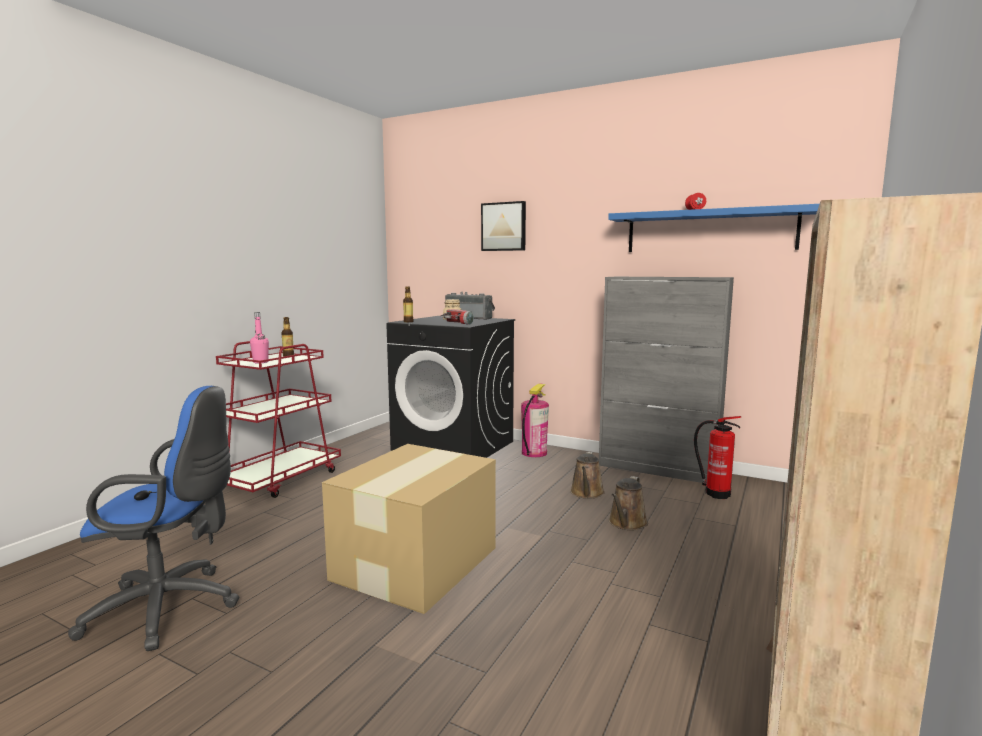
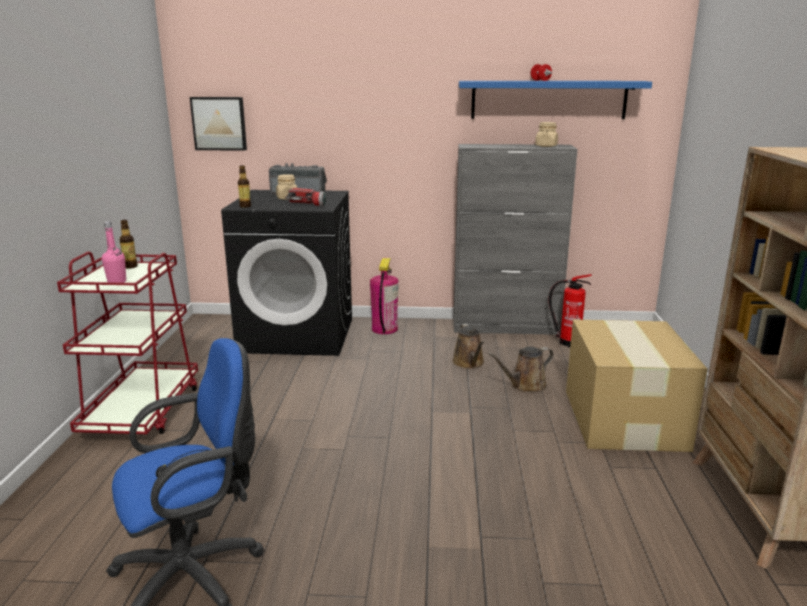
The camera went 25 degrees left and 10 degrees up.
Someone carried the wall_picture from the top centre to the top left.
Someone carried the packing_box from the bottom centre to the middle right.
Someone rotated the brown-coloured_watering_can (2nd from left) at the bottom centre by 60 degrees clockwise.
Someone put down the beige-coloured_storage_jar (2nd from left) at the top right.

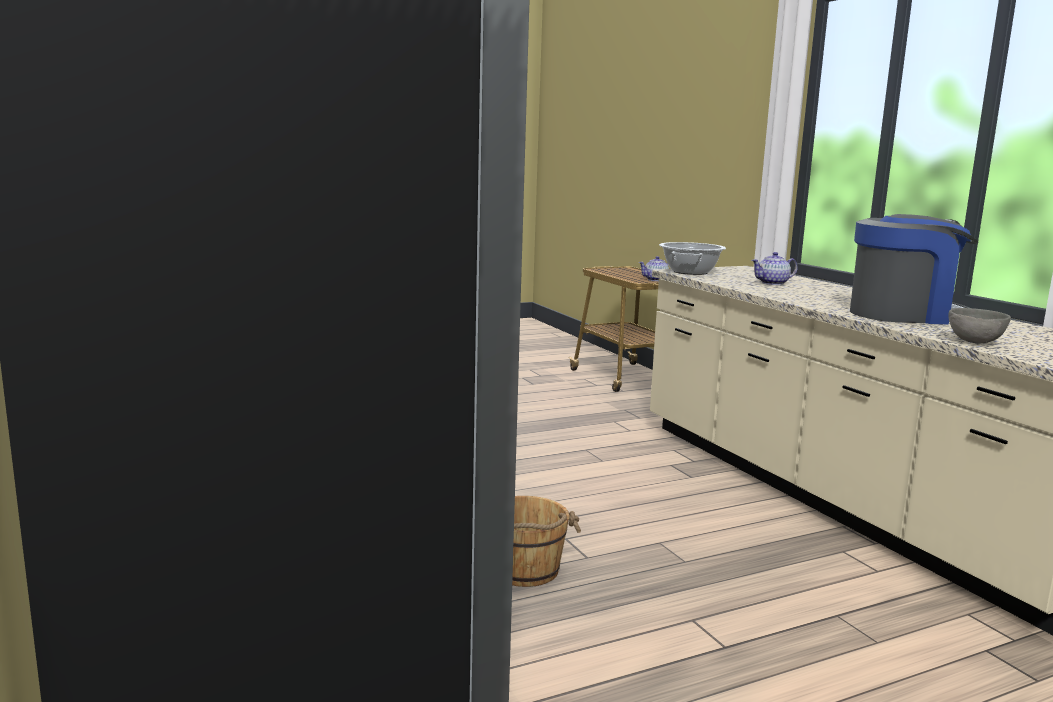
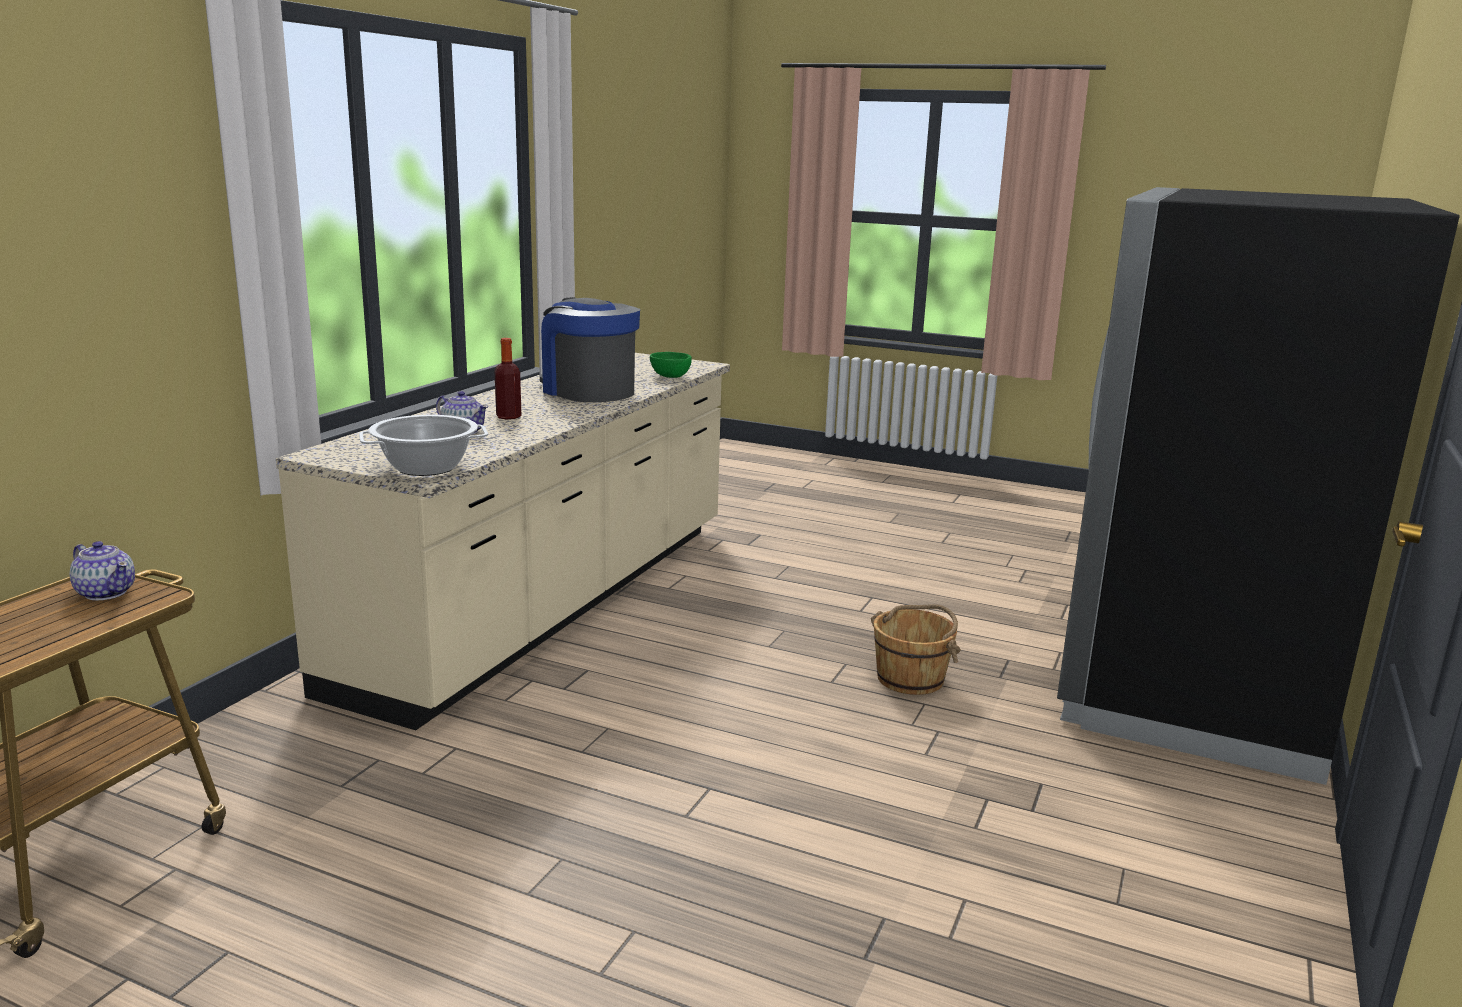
The camera went 130 degrees left and 5 degrees up.
Someone repainted the grey_bowl at the middle right, which became the green_bowl at the centre.
Someone put down the drink_bottle at the centre.

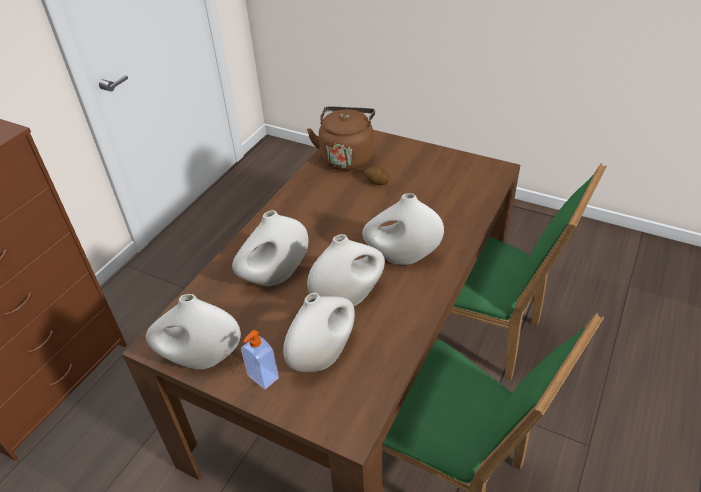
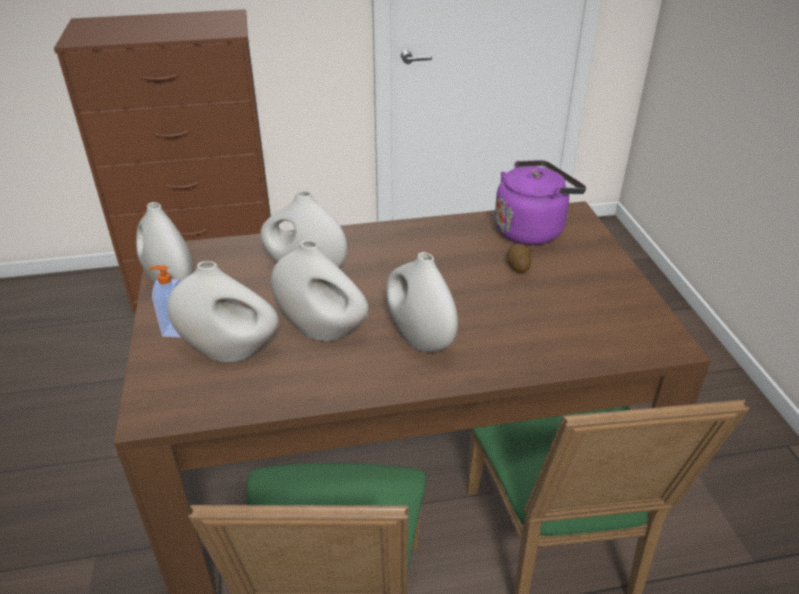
The camera went 50 degrees right and 5 degrees down.
Someone repainted the brown-coloured_kettle at the top centre, which became the purplish_kettle at the middle right.

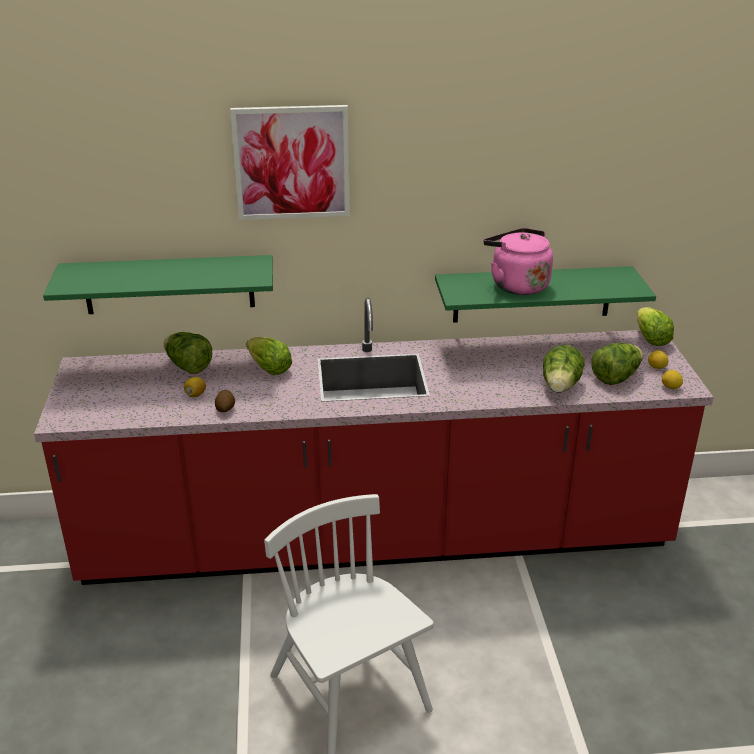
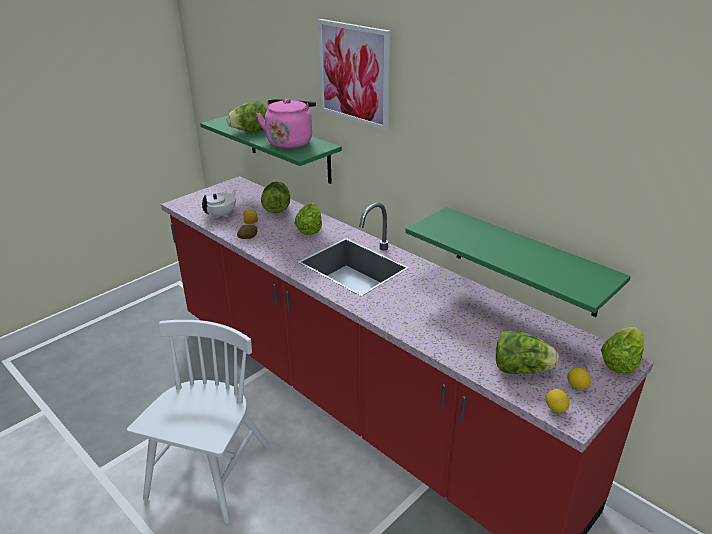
The camera went 50 degrees right and 0 degrees up.
Someone carried the pink-coloured_kettle from the middle right to the top centre.
Someone carried the head_of_lettuce (3rd from left in the first image) from the middle right to the top centre.
Someone put down the white-coloured_teapot at the middle left.

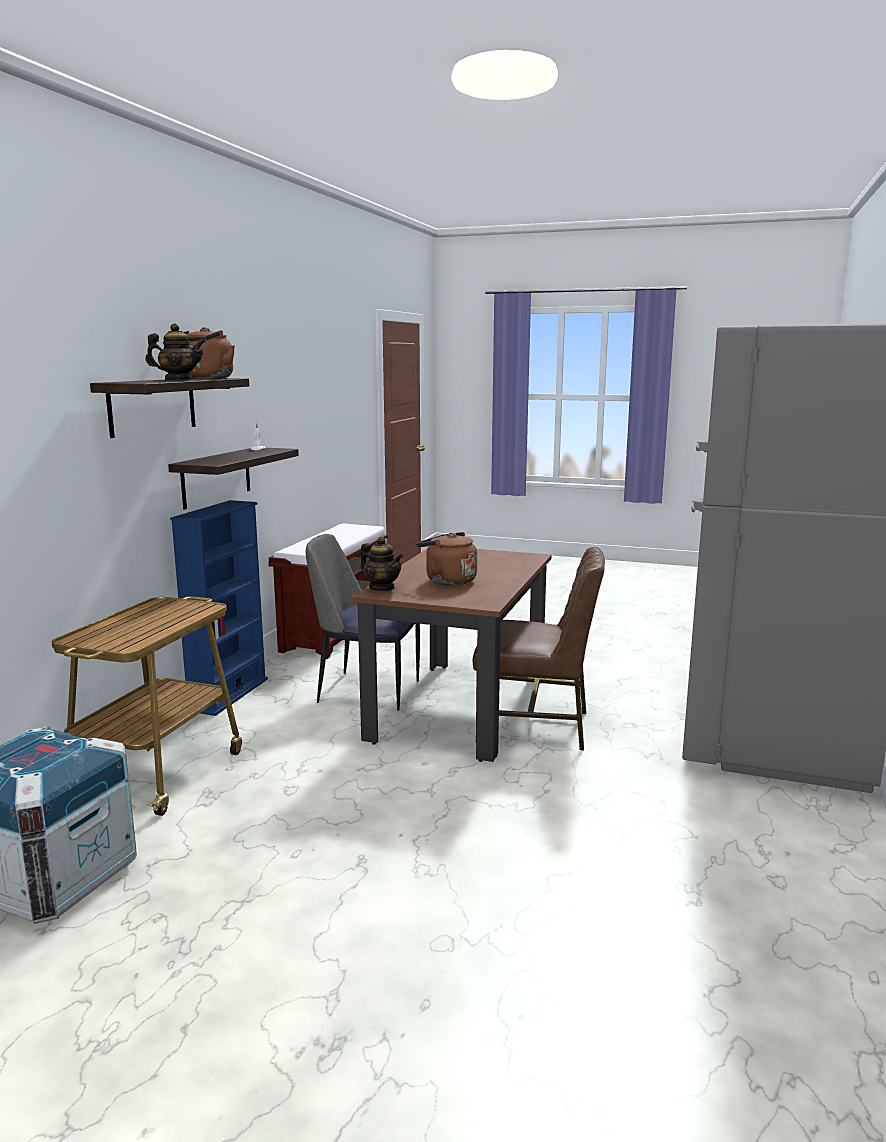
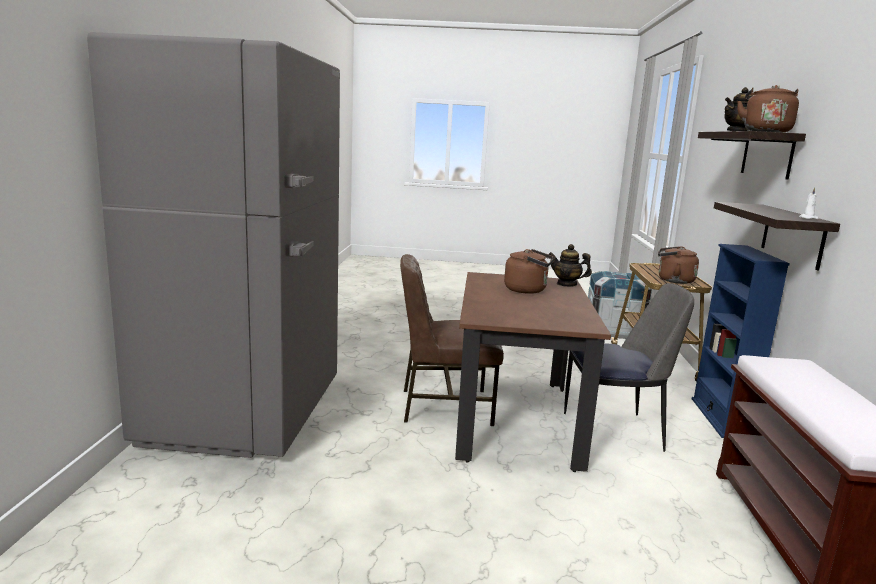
The camera went 165 degrees right and 0 degrees up.
Someone put down the brown-coloured_kettle (2nd from left) at the middle right.

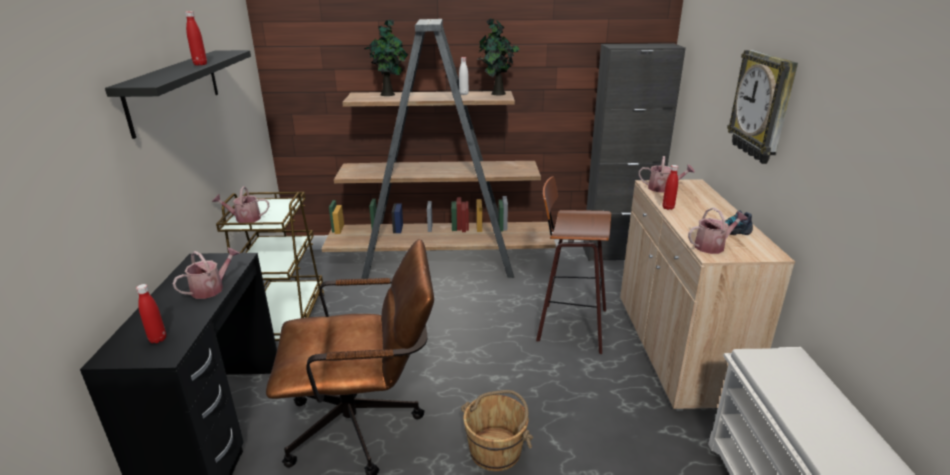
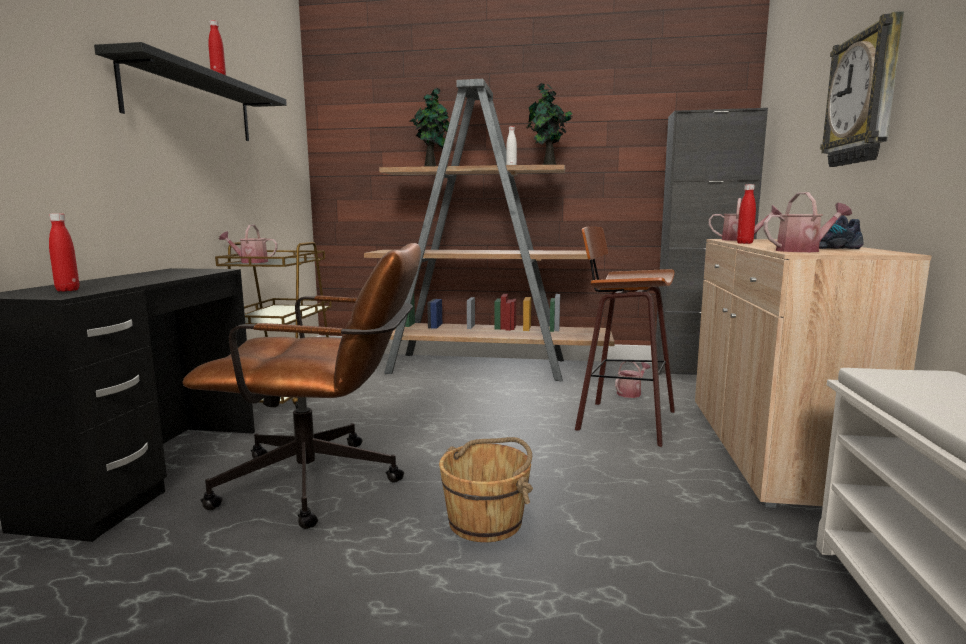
The camera went 10 degrees right and 15 degrees down.
Someone carried the watering_can (1st from left in the first image) from the middle left to the centre.

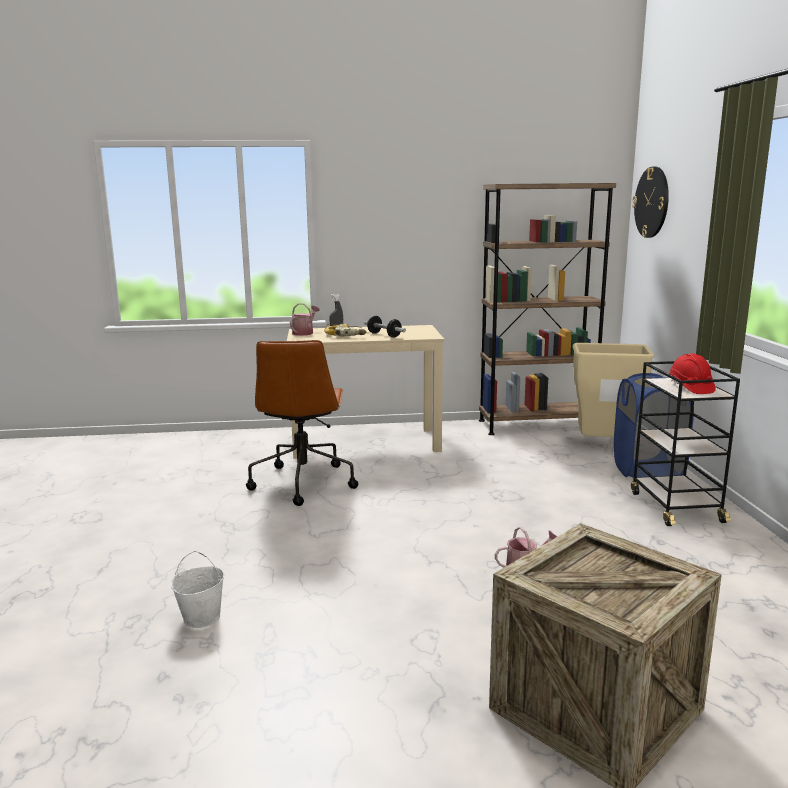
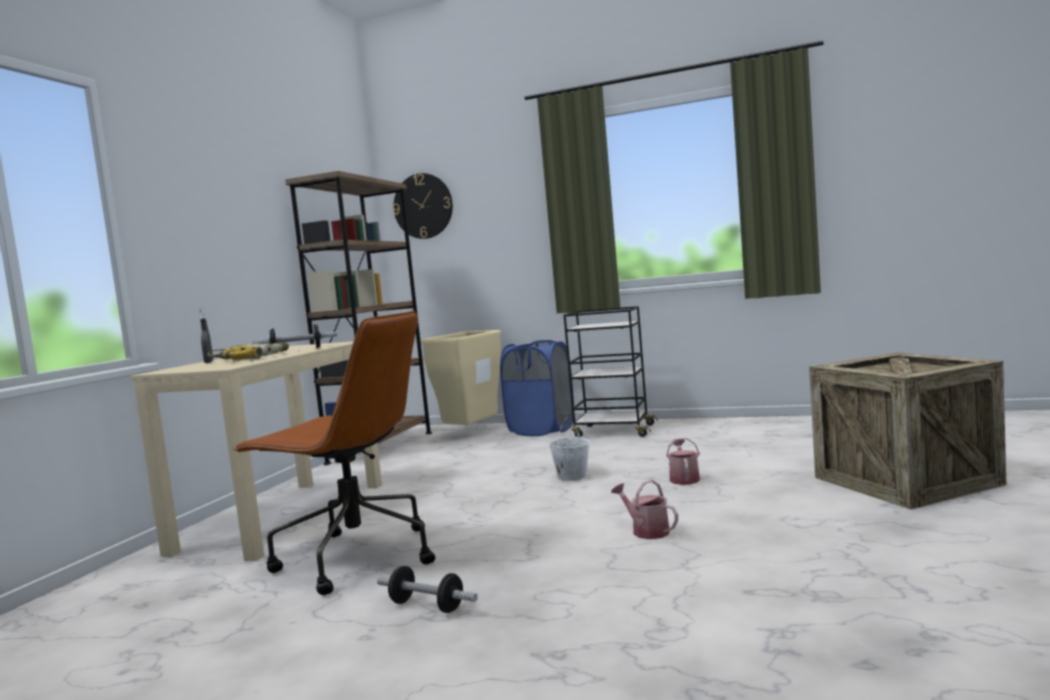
The camera went 65 degrees left and 10 degrees down.
Someone carried the watering_can (1st from left) from the centre to the bottom centre.
Someone took away the red-coloured_safety_helmet at the middle right.
Someone carried the white-coloured_pail from the bottom left to the centre.
Someone put down the dumbbell (2nd from left) at the bottom centre.

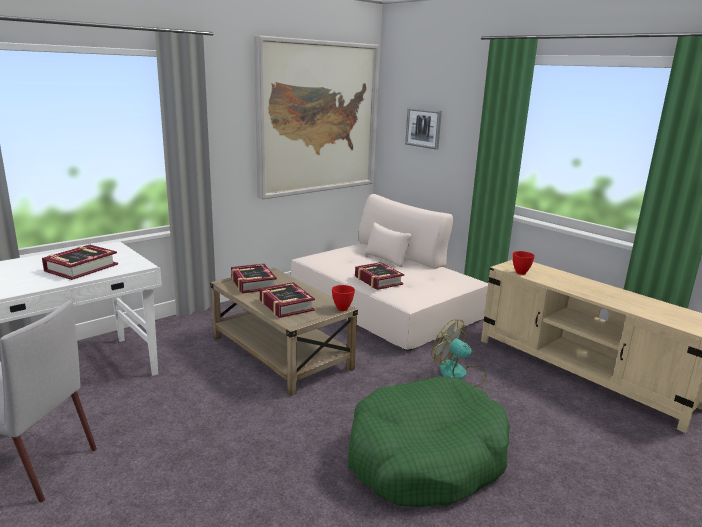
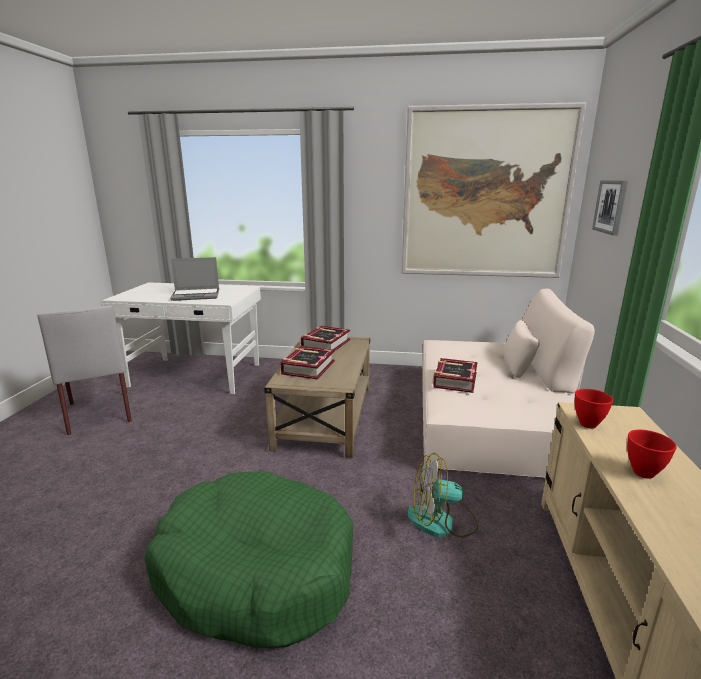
The camera went 50 degrees right and 0 degrees up.
Someone swapped the volume (1st from left) at the middle left for the notebook_computer at the middle left.
Someone carried the red-coloured_bowl (1st from left in the first image) from the centre to the bottom right.
Someone rotated the fan at the bottom centre by 90 degrees counterclockwise.

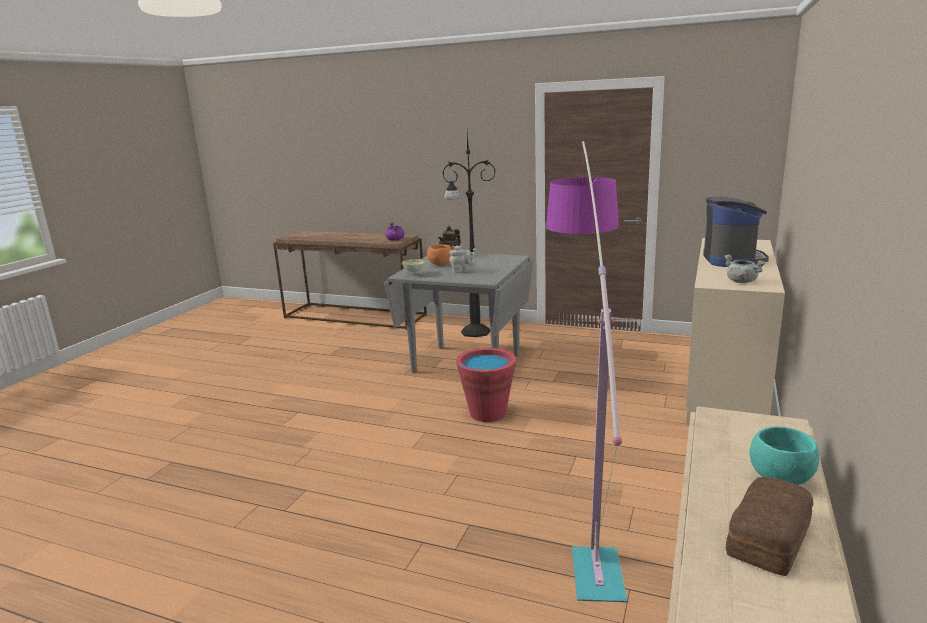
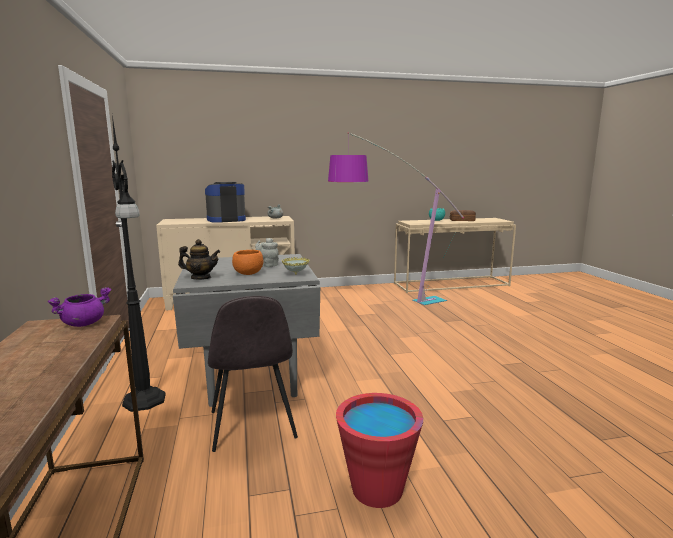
The camera went 125 degrees left and 5 degrees down.
Someone carried the red-coloured_pail from the centre to the bottom centre.
Someone put down the grey_chair at the bottom centre.

